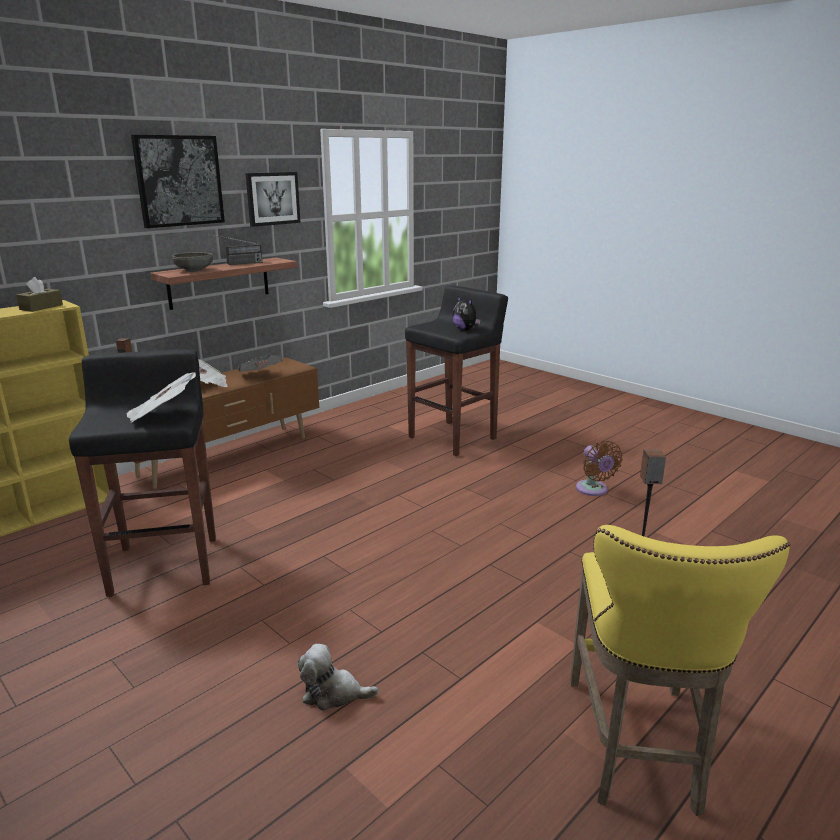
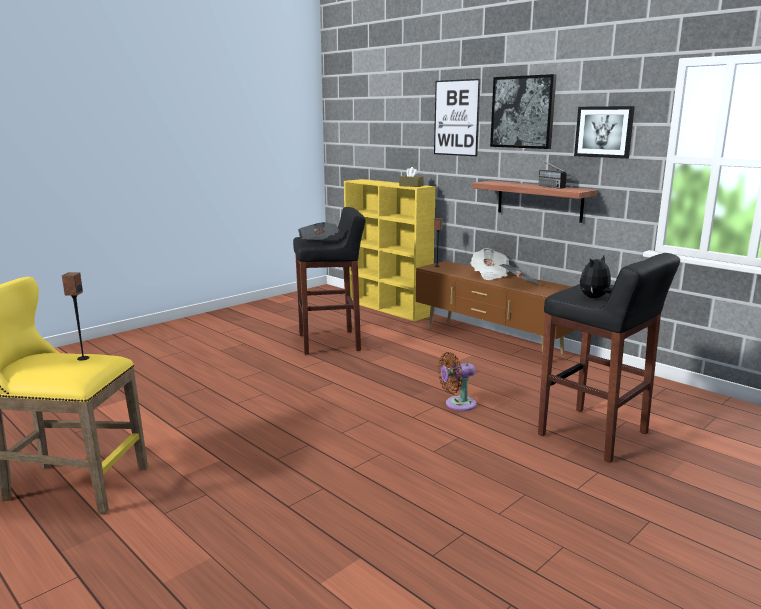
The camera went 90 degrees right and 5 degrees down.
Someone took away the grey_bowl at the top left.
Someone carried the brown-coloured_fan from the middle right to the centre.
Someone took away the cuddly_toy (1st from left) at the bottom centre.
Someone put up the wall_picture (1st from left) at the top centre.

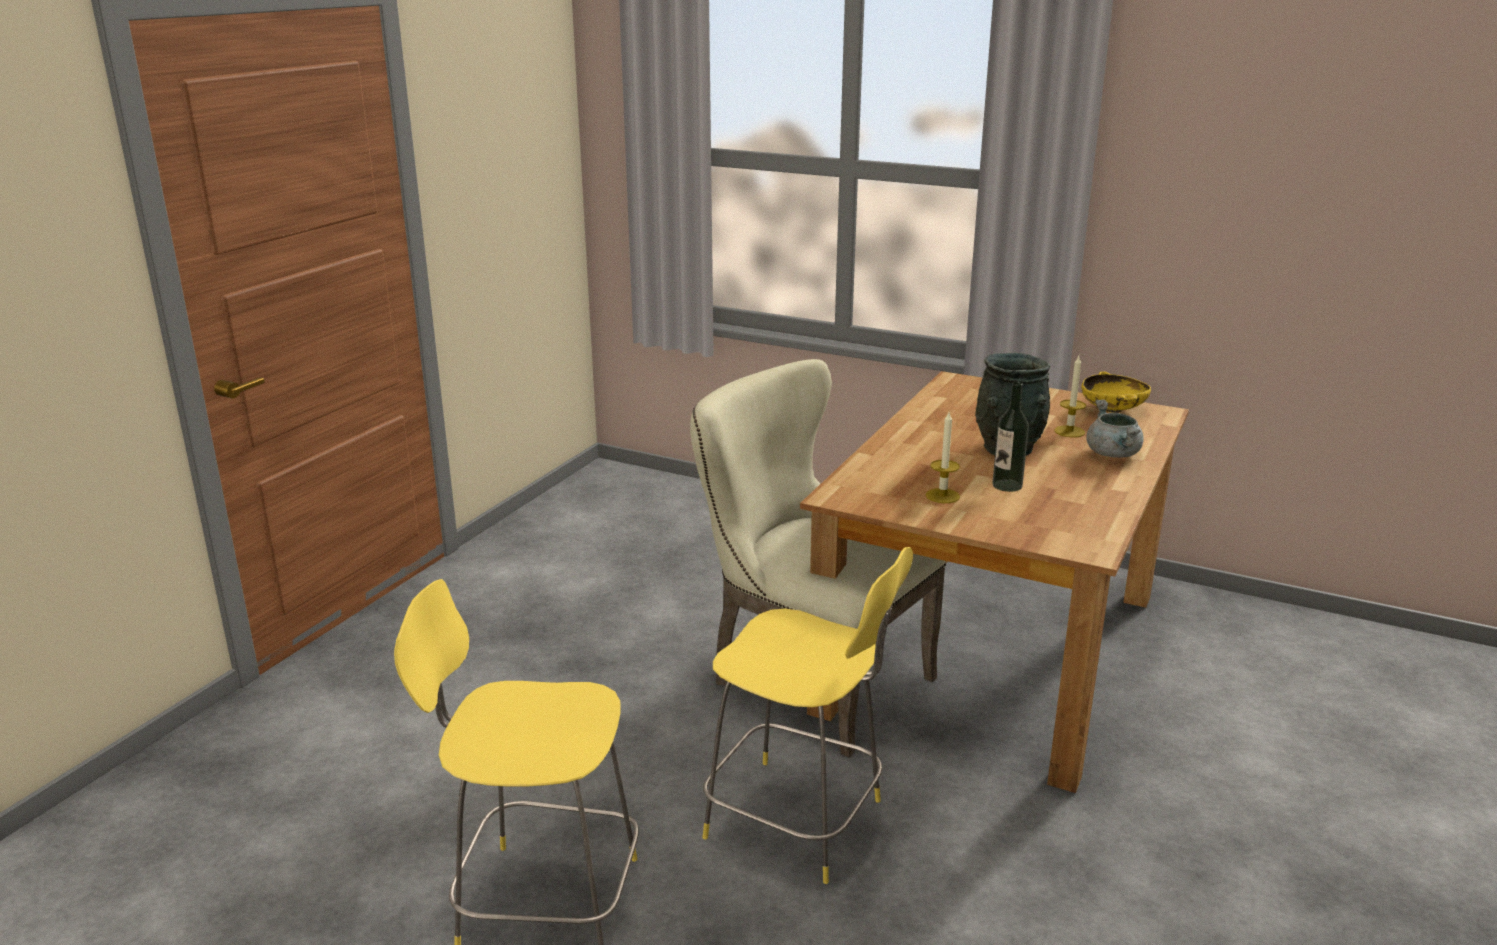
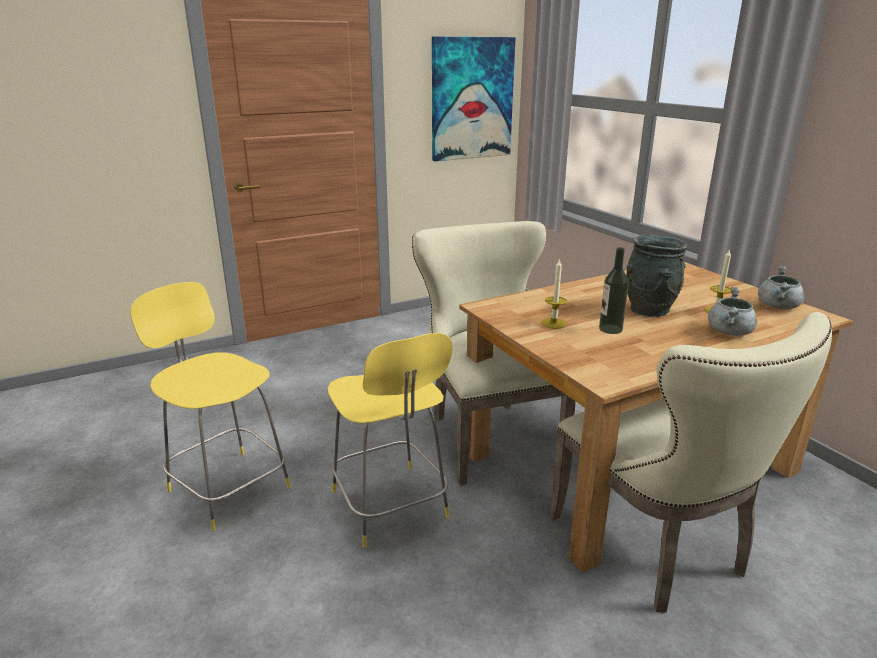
The camera went 35 degrees right and 0 degrees up.
Someone swapped the yellow_bowl at the middle right for the grey_saucepot (2nd from left) at the middle right.
Someone put up the wall_picture at the top centre.
Someone put down the beige-coloured_chair (2nd from left) at the bottom right.

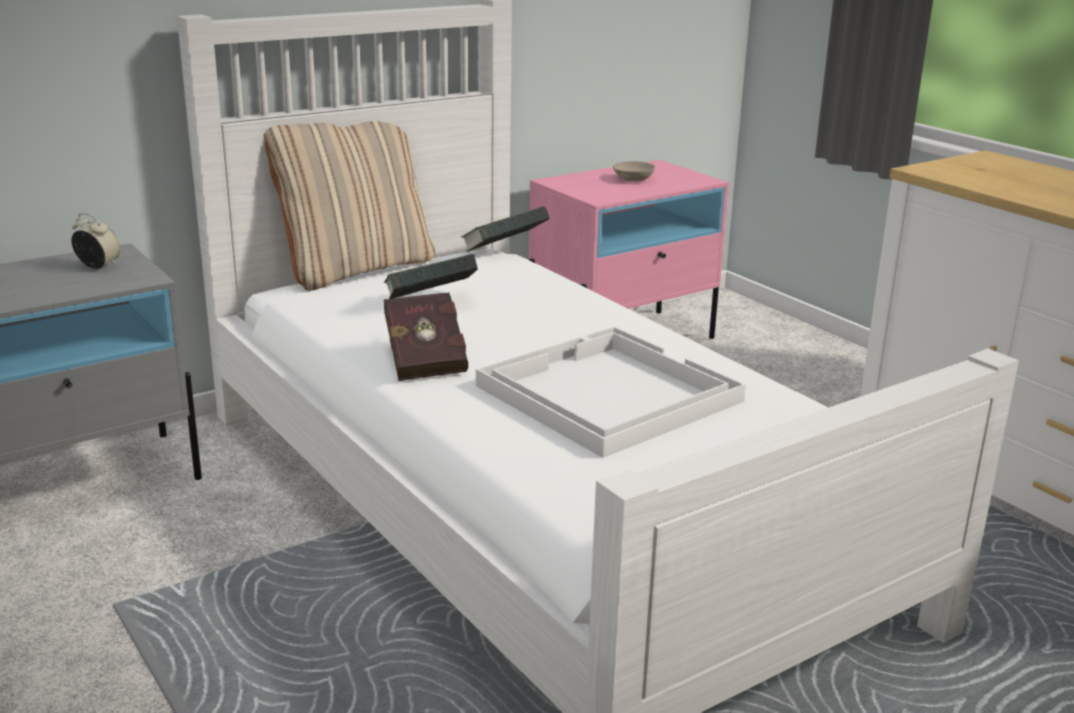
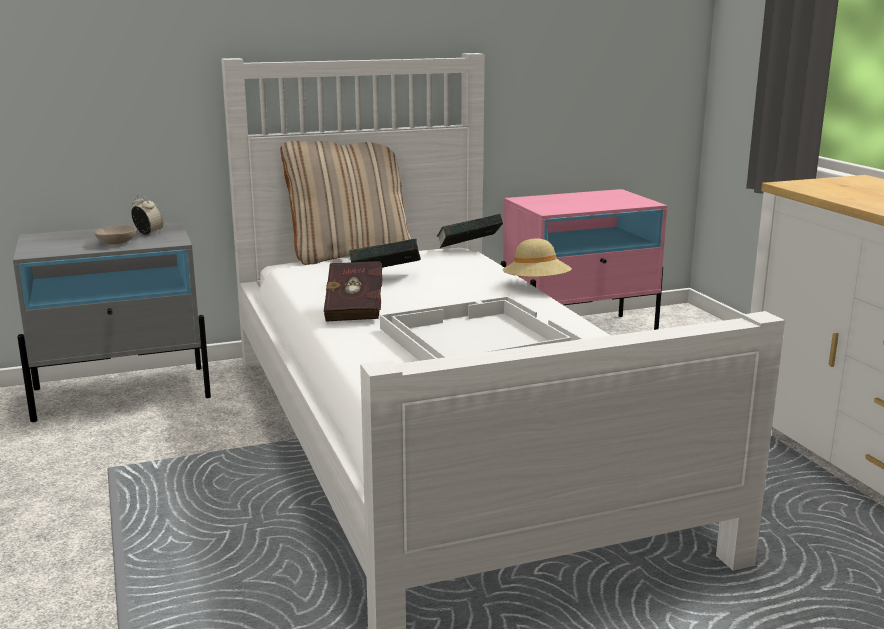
The camera went 15 degrees right and 5 degrees down.
Someone carried the beige-coloured_bowl from the top centre to the middle left.
Someone put down the beige-coloured_clothing_hat at the centre.

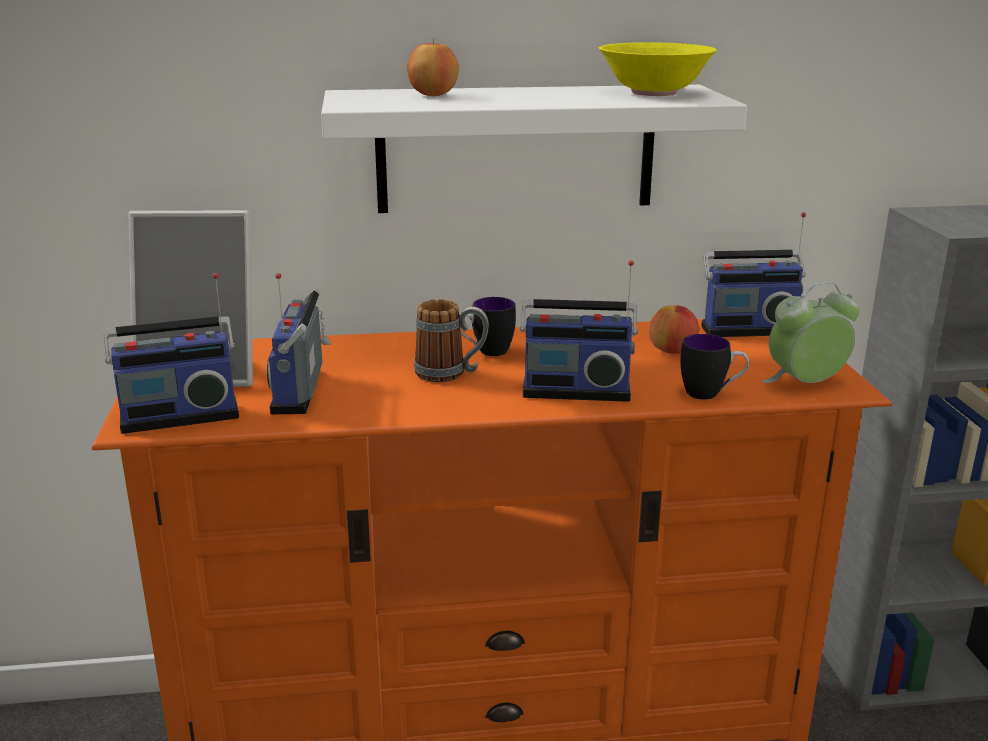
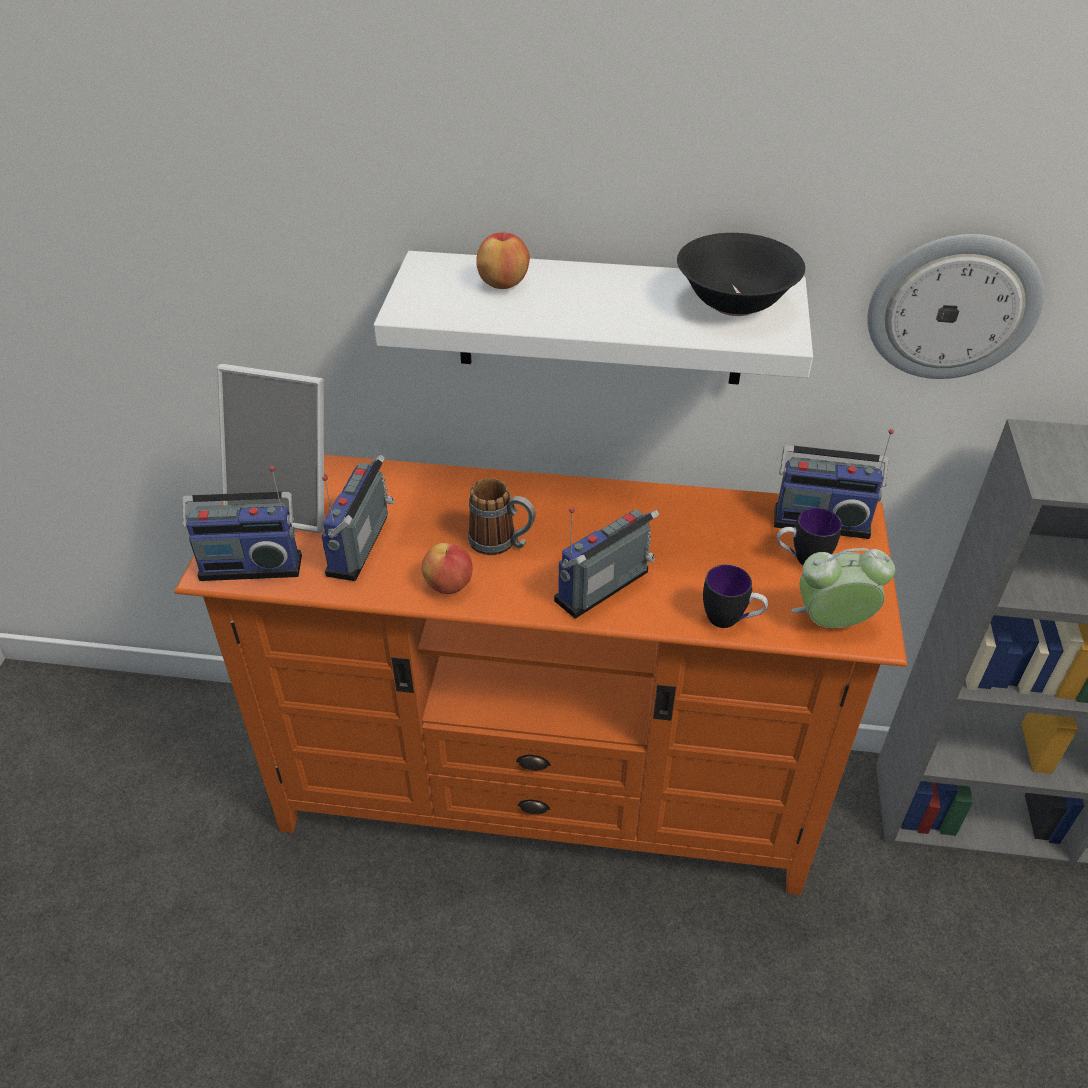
The camera went 15 degrees right and 20 degrees up.
Someone repainted the yellow_bowl at the top centre, which became the black-coloured_bowl at the top right.
Someone rotated the radio_receiver (3rd from left) at the centre by 120 degrees clockwise.
Someone carried the coffee_mug (2nd from left in the first image) from the centre to the middle right.
Someone carried the apple_fruit (2nd from left in the first image) from the middle right to the centre.
Someone put up the hanging_clock at the top right.

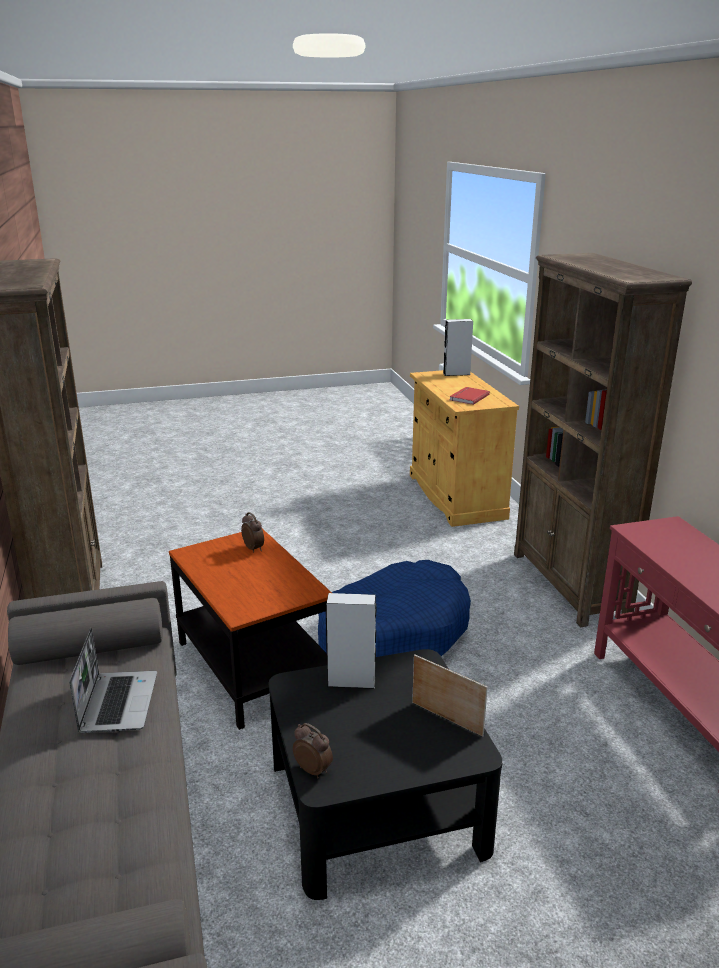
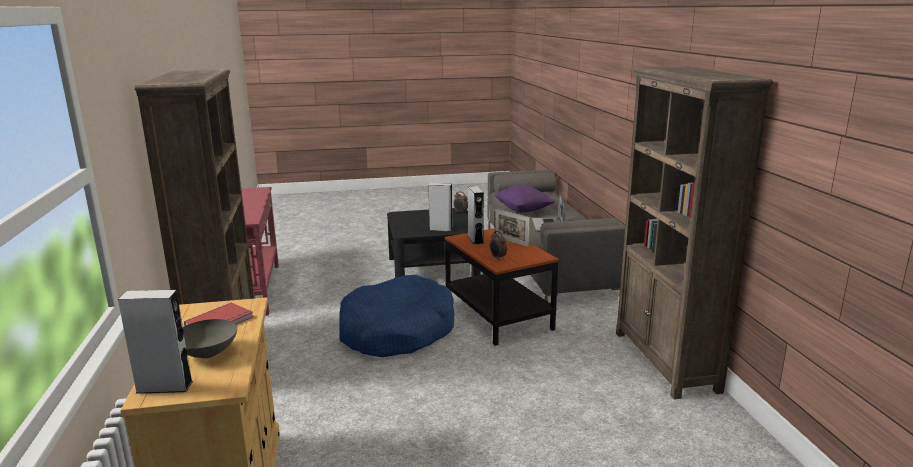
The camera went 175 degrees left and 5 degrees down.
Someone carried the photo_frame from the bottom centre to the centre.
Someone put down the purplish_pillow at the centre.
Someone put down the grey_audio_speaker (3rd from left) at the centre.
Someone put down the grey_bowl at the bottom left.

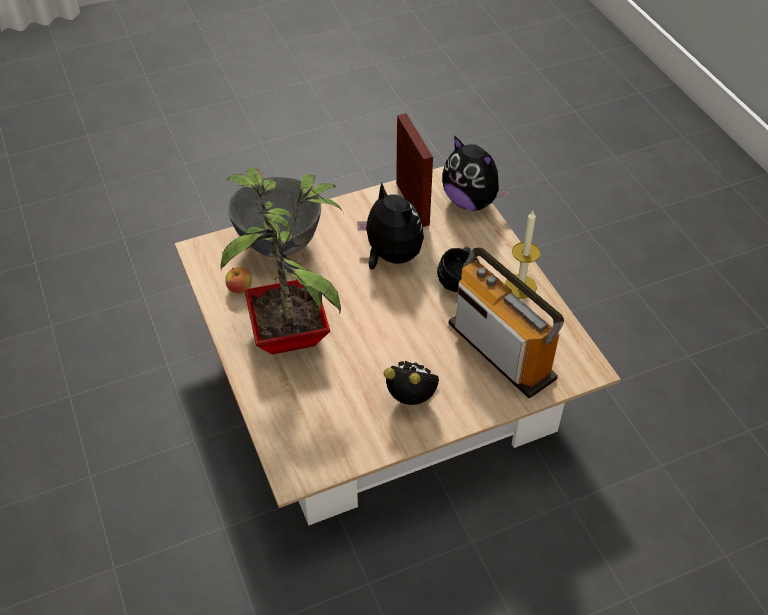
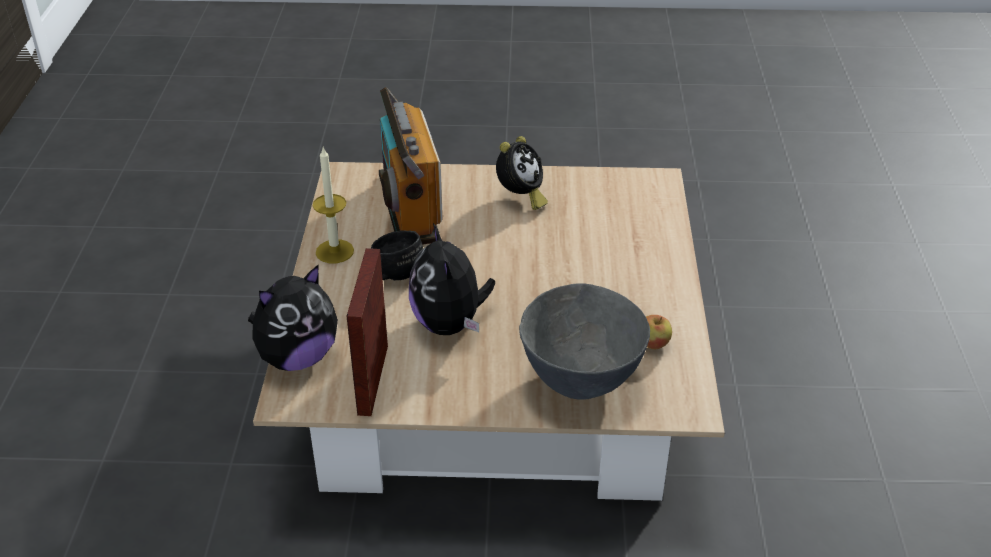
The camera went 155 degrees left and 10 degrees down.
Someone rotated the cuddly_toy (2nd from left in the first image) at the top centre by 75 degrees clockwise.
Someone took away the houseplant at the centre.
Someone rotated the table_clock at the centre by 105 degrees counterclockwise.

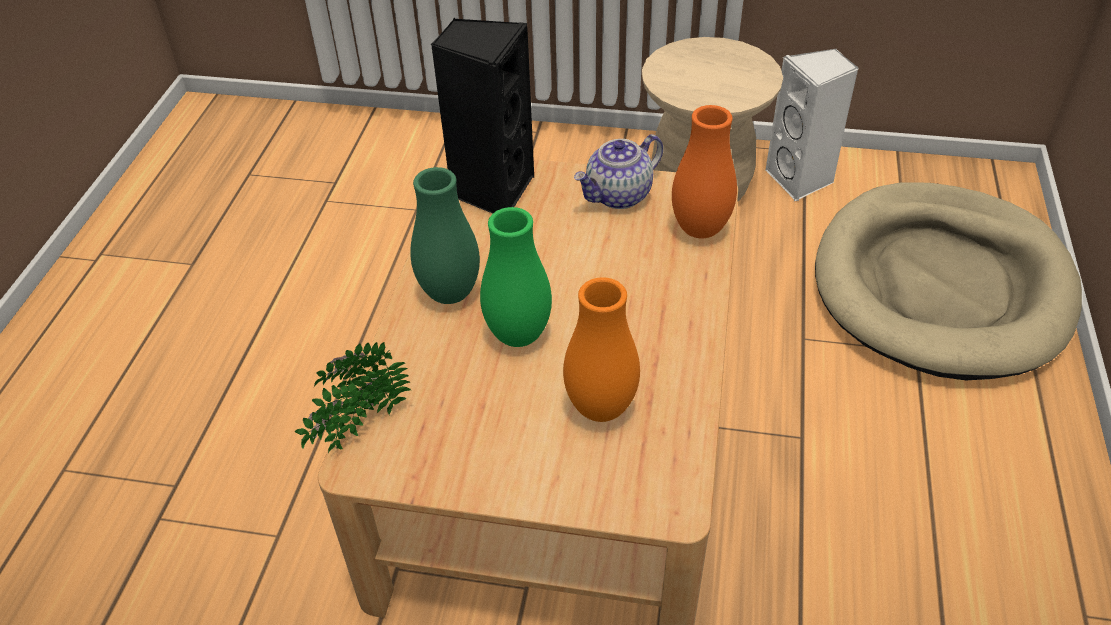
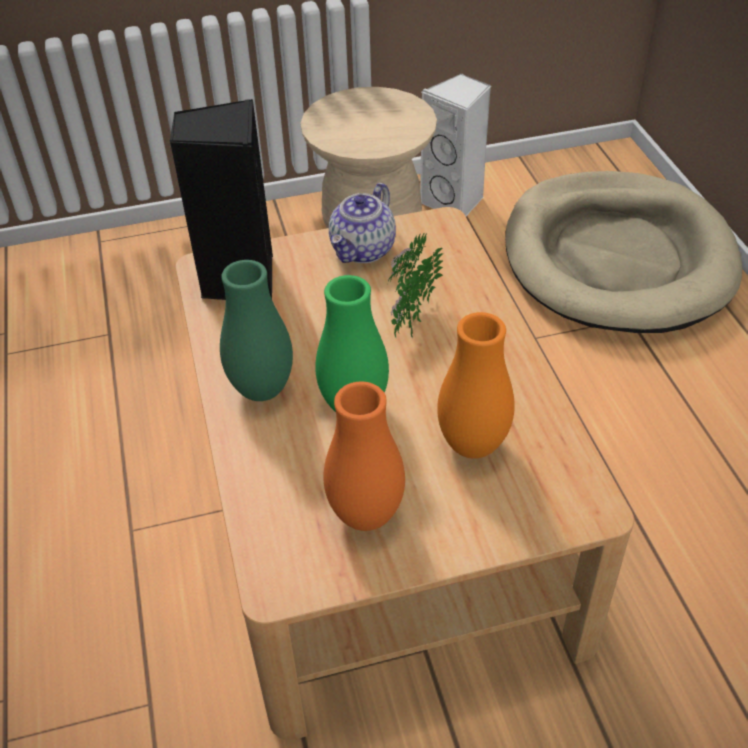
The camera went 25 degrees left and 0 degrees up.
Someone carried the orange-coloured_flower_vase (2nd from left in the first image) from the top centre to the centre.
Someone carried the houseplant from the middle left to the centre.

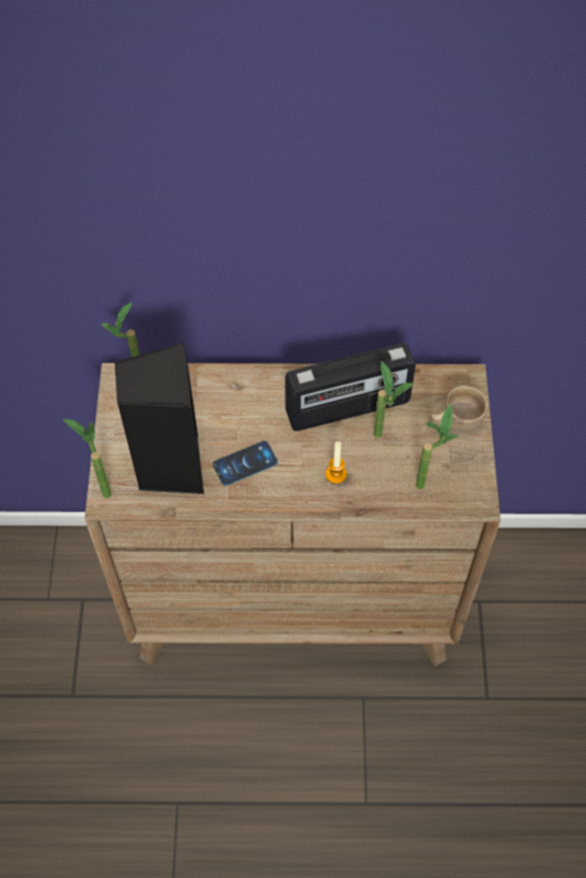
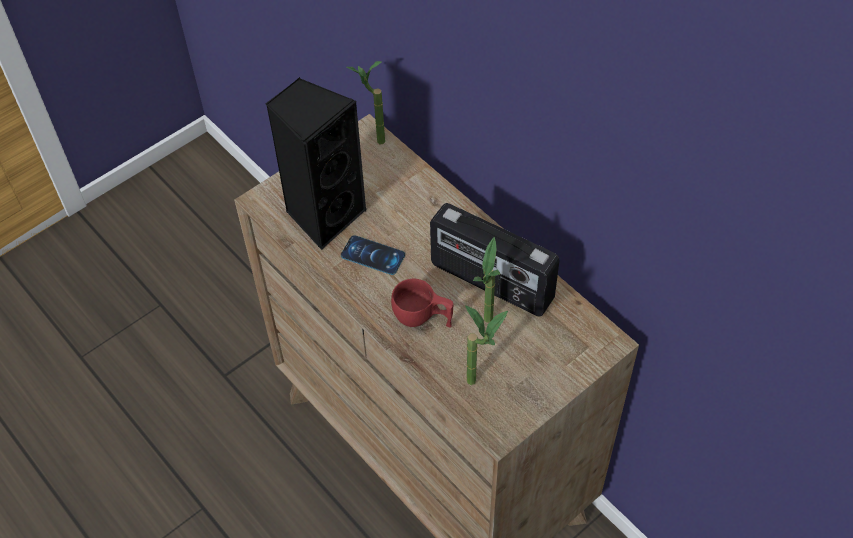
The camera went 50 degrees right and 5 degrees down.
Someone took away the beige-coloured_drinking_cup at the middle right.
Someone took away the houseplant (1st from left) at the middle left.
Someone swapped the candle at the centre for the red-coloured_drinking_cup at the centre.

